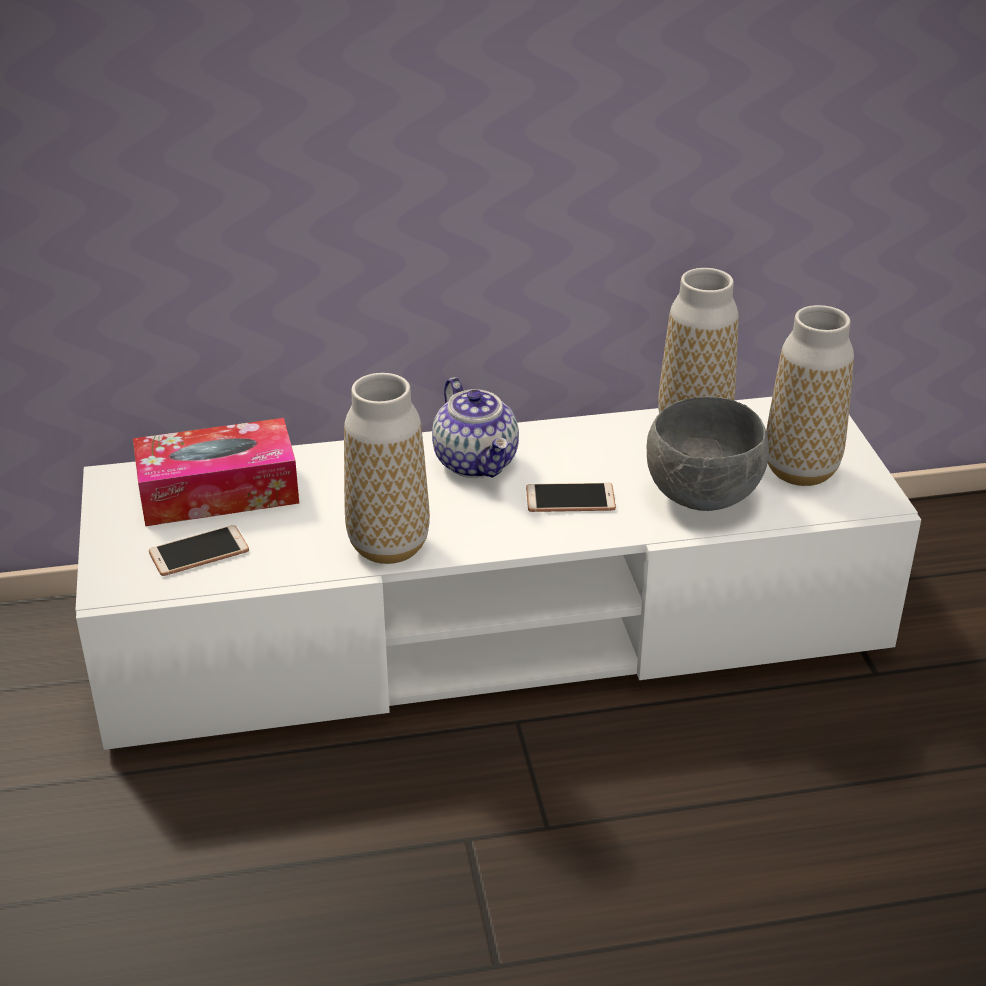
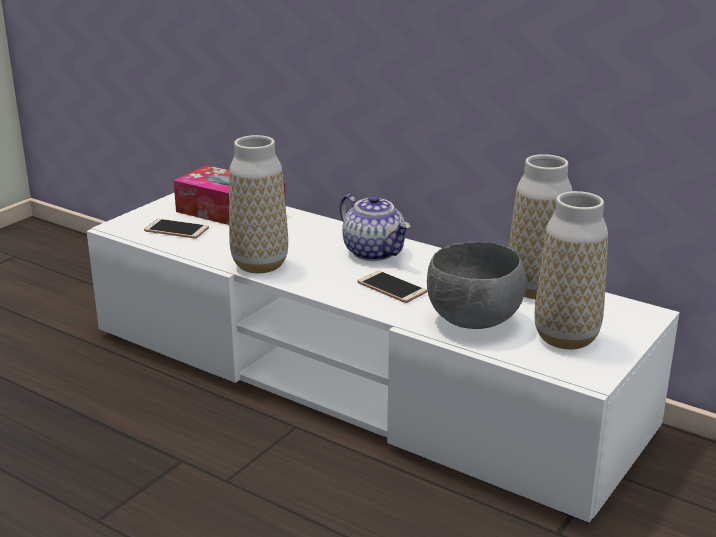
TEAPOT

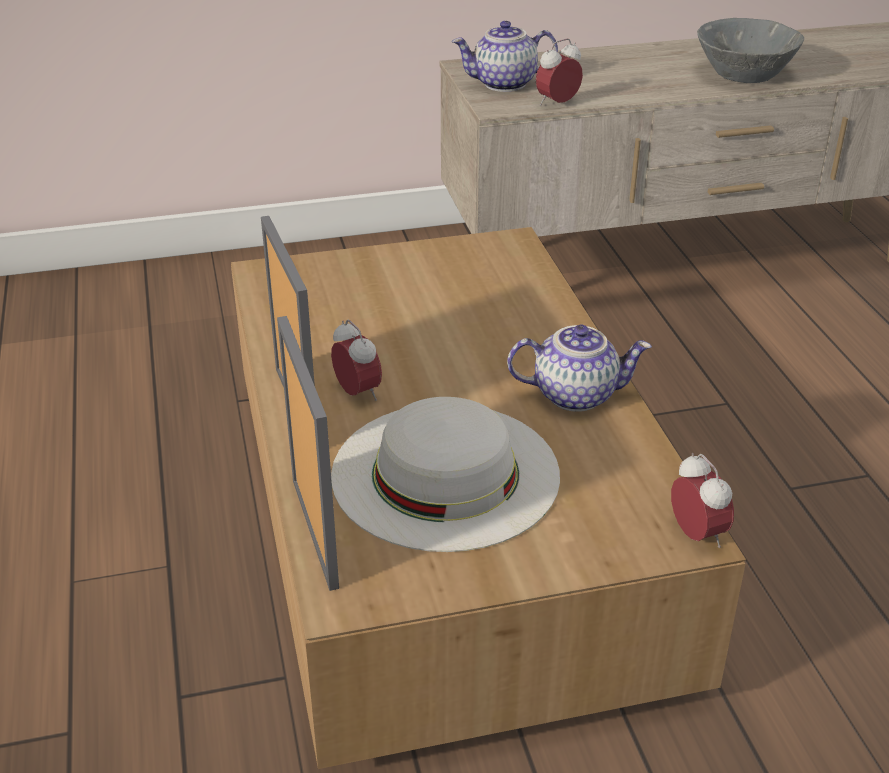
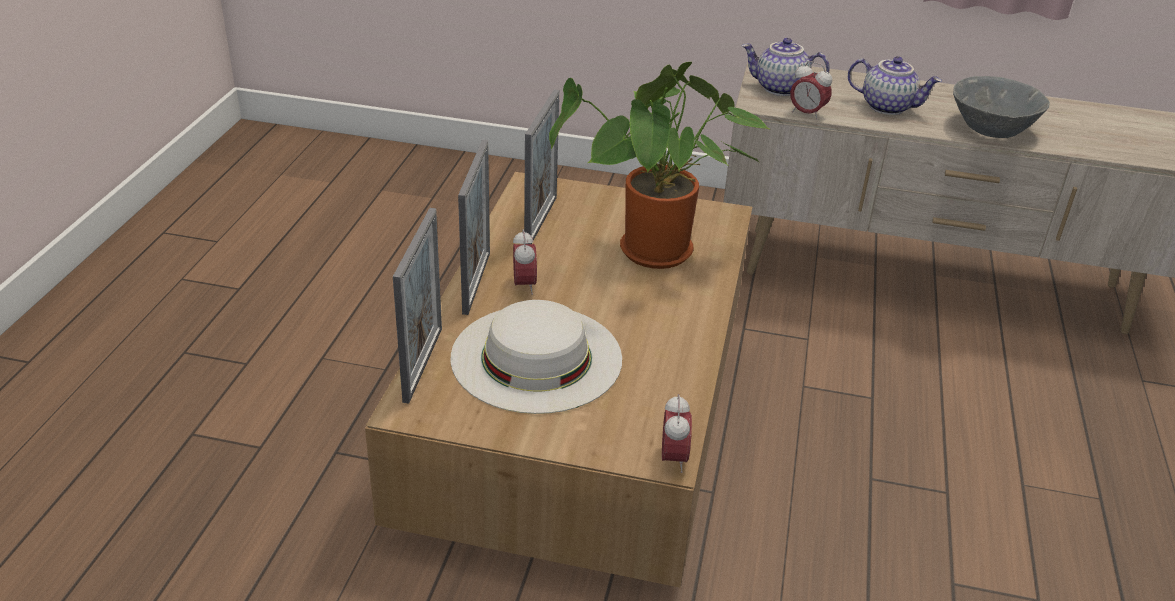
ALARM CLOCK (3rd from left)
TEAPOT (2nd from left)
POTTED PLANT
PICTURE FRAME (3rd from left)

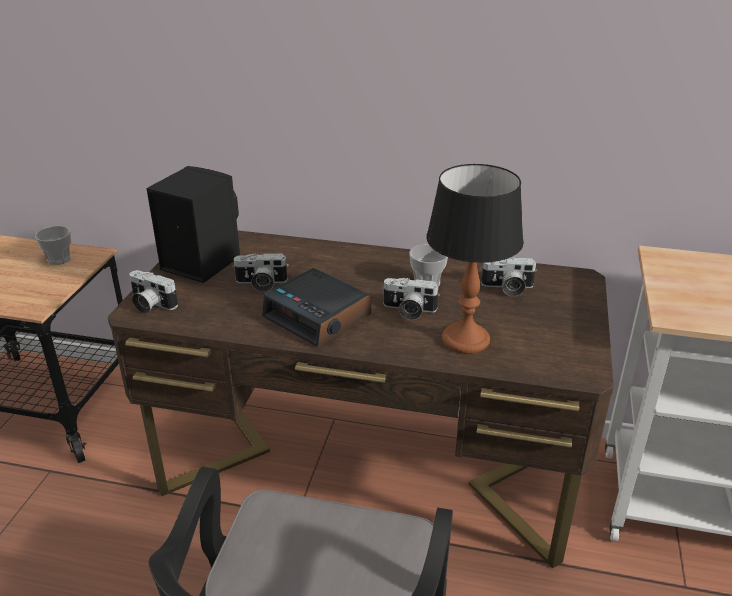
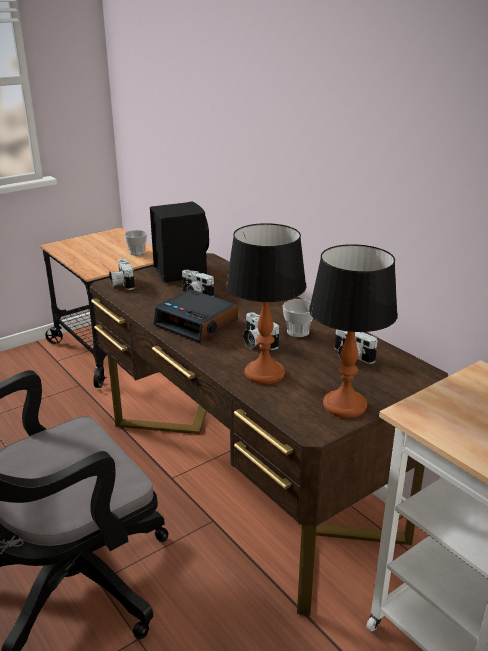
ALARM CLOCK
TABLE LAMP (2nd from left)

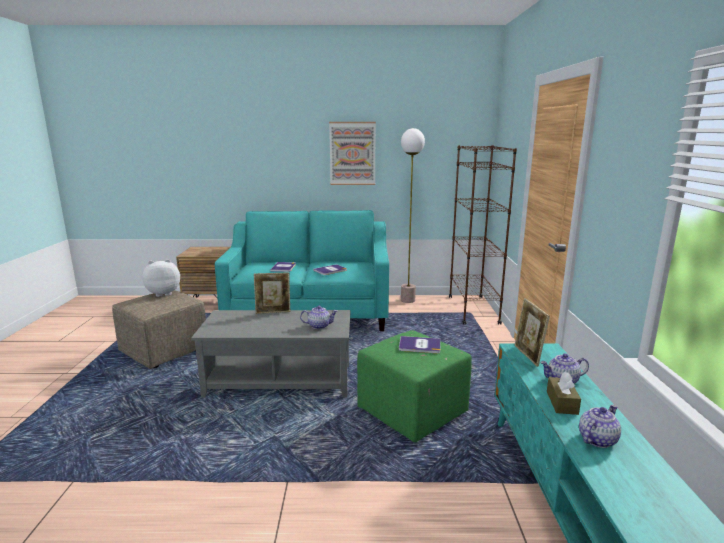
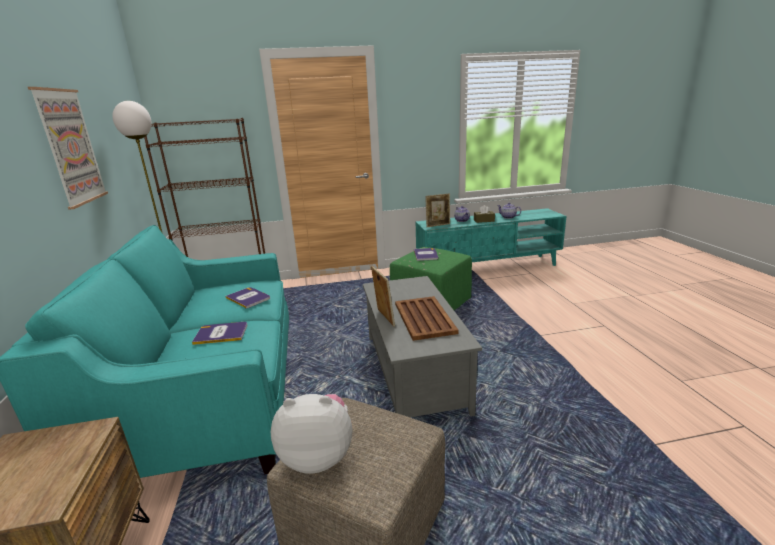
PLUSH TOY
TEAPOT (1st from left in the first image)
BROWN TRAY

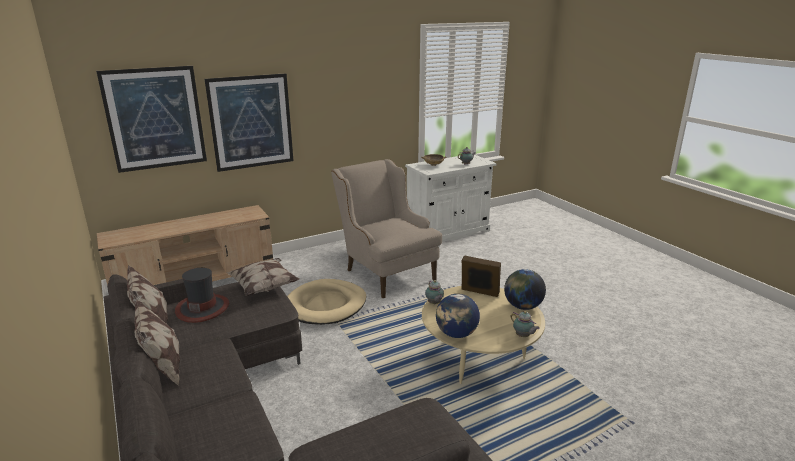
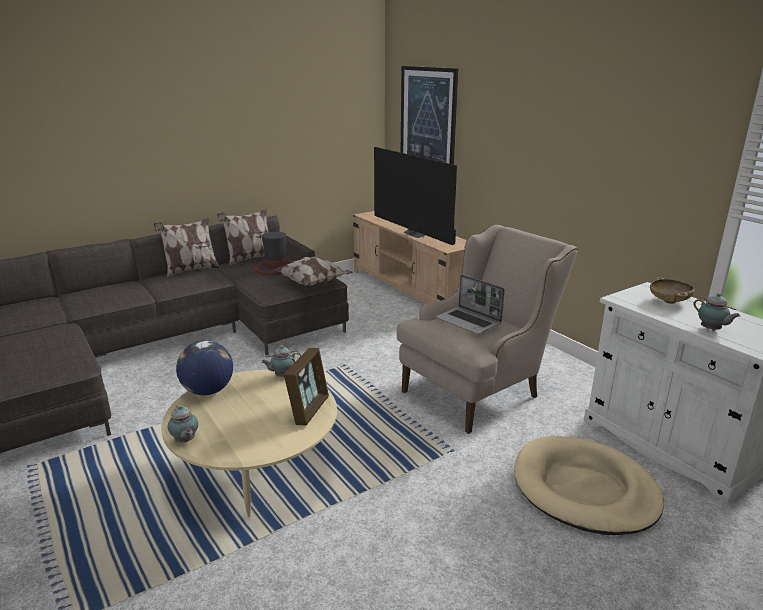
PICTURE (2nd from left in the first image)
GLOBE (2nd from left in the first image)
BEIGE DOG BED
TEAPOT (1st from left)
TELEVISION
LAPTOP

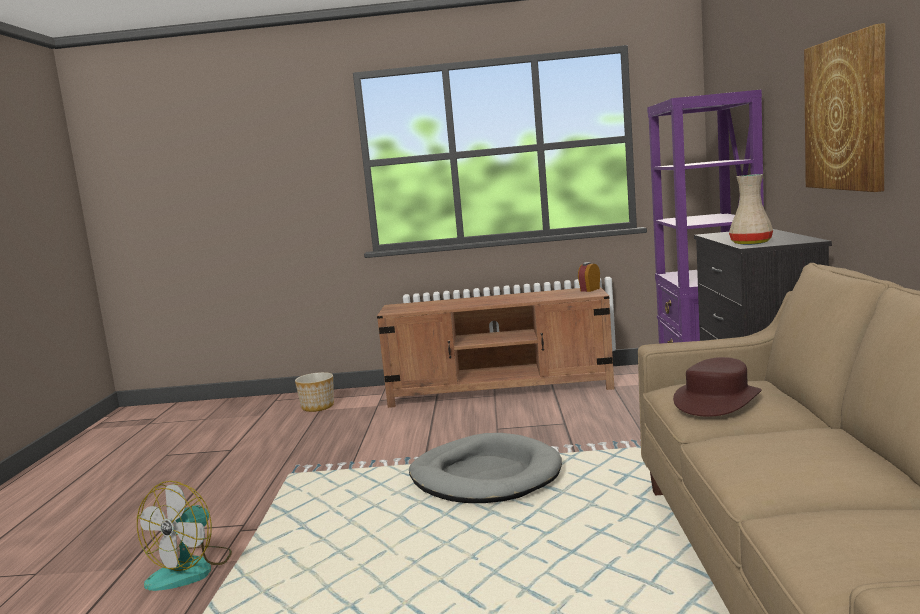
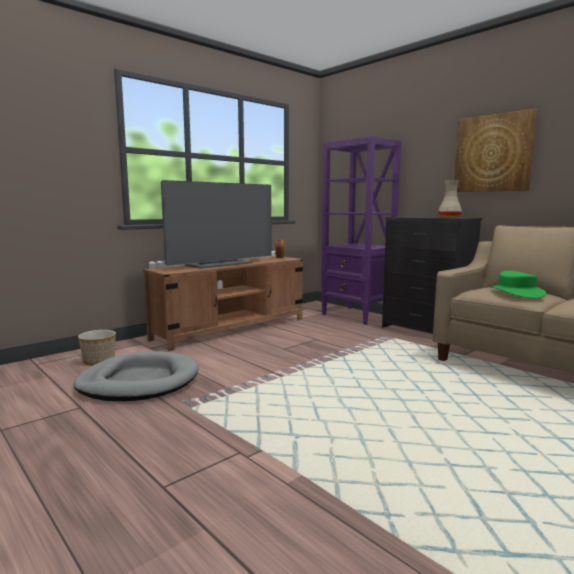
GREEN HAT
GREY DOG BED
FAN
TELEVISION

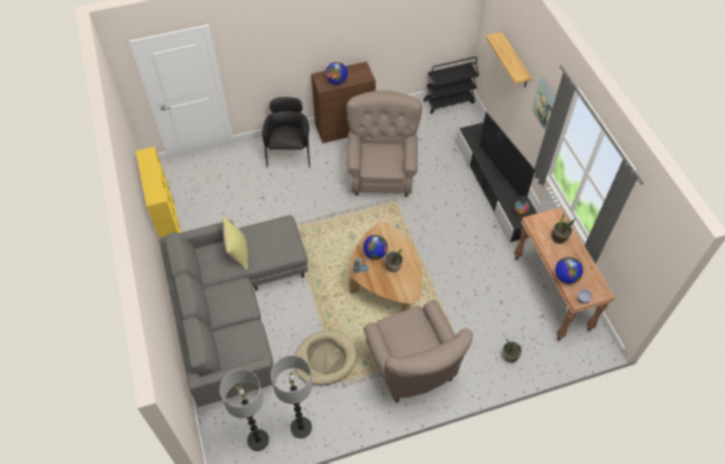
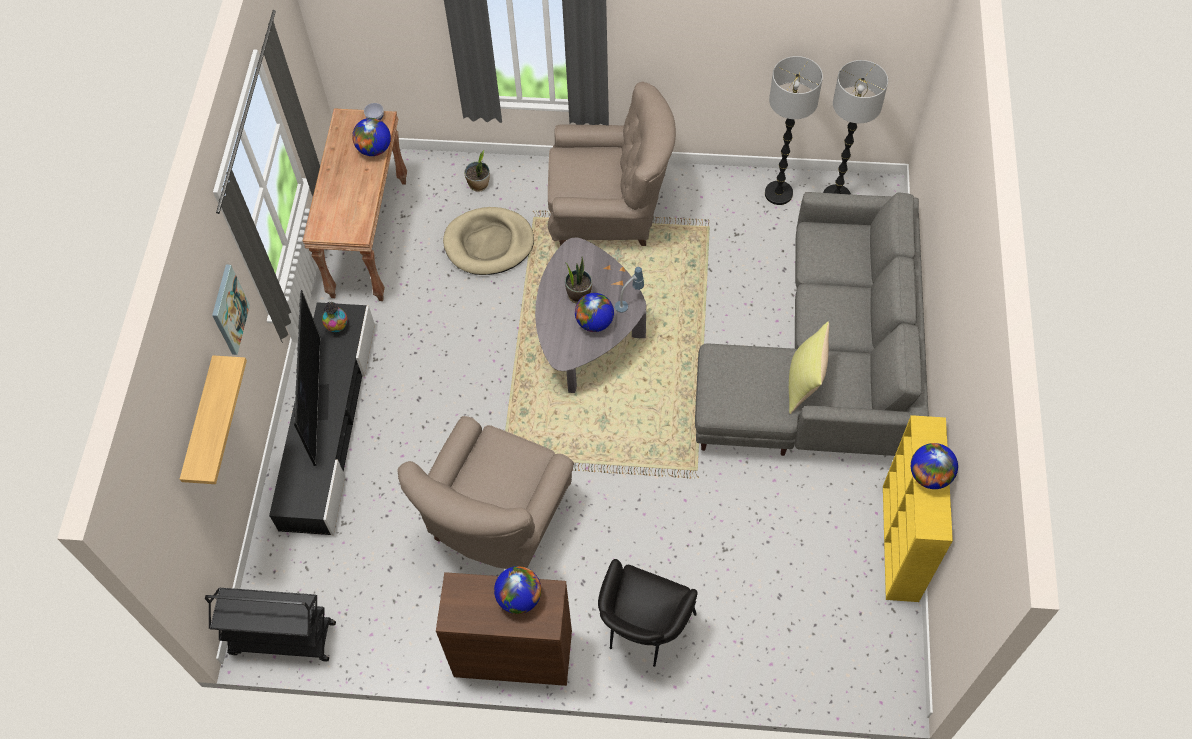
POTTED PLANT (3rd from left in the first image)
GREY COFFEE TABLE
BEIGE ARMCHAIR (2nd from left)
BEIGE DOG BED
GLOBE (4th from left)

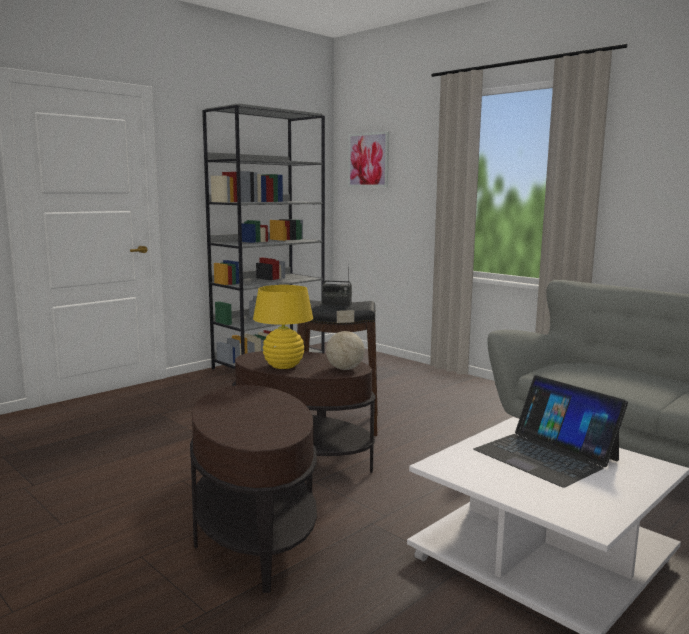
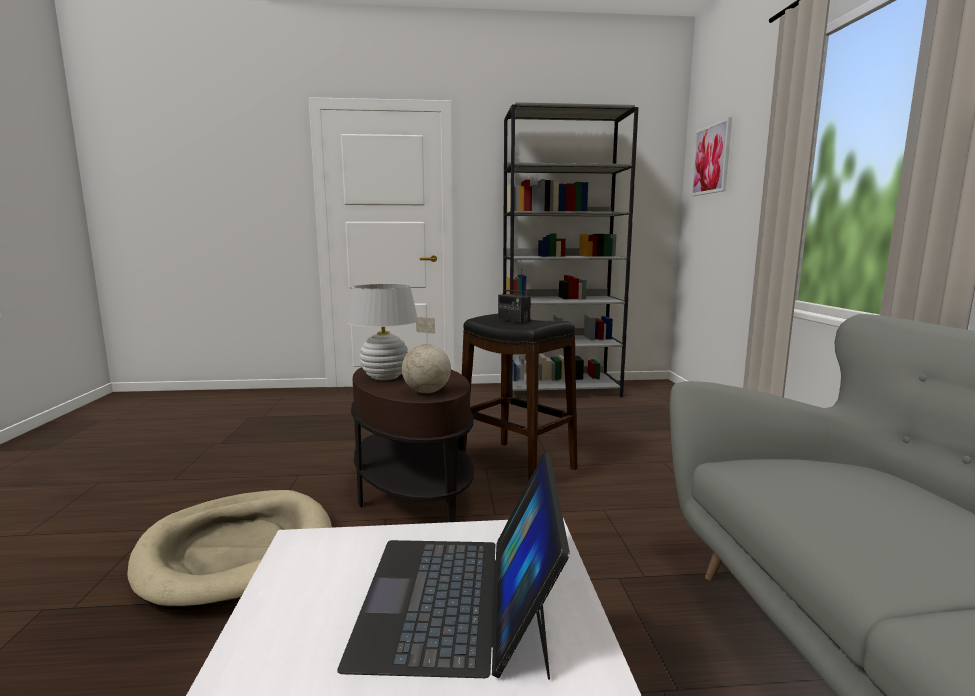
WHITE TABLE LAMP
BEIGE DOG BED

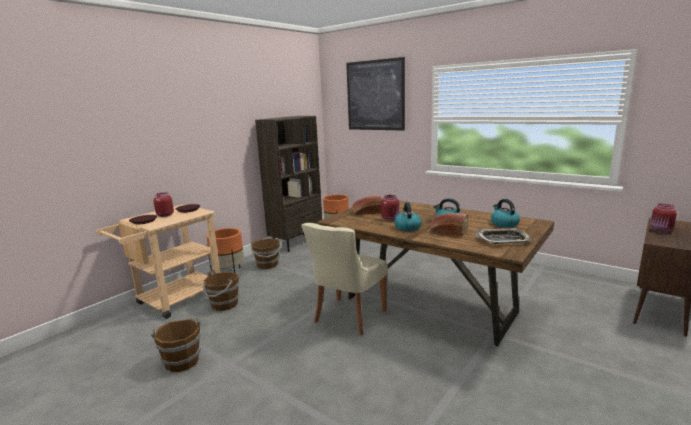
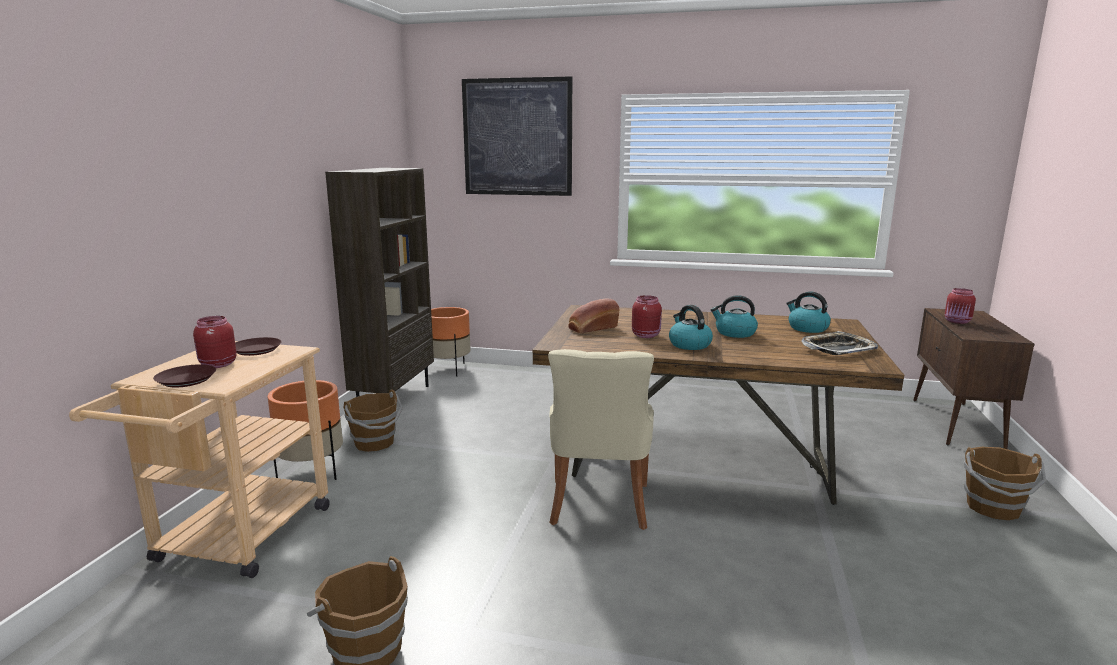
BREAD (2nd from left in the first image)
BROWN BUCKET (3rd from left)

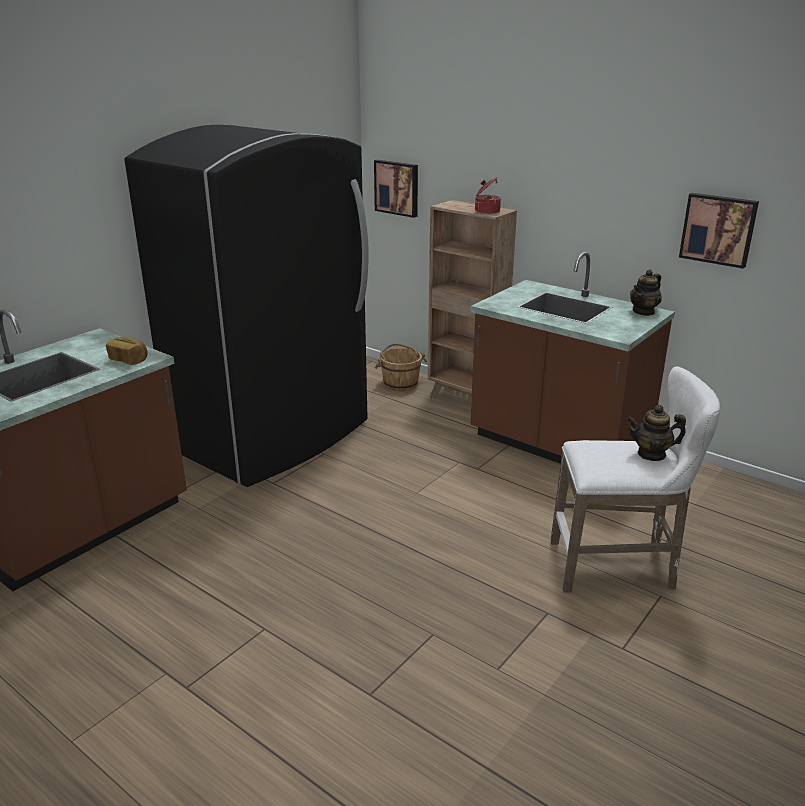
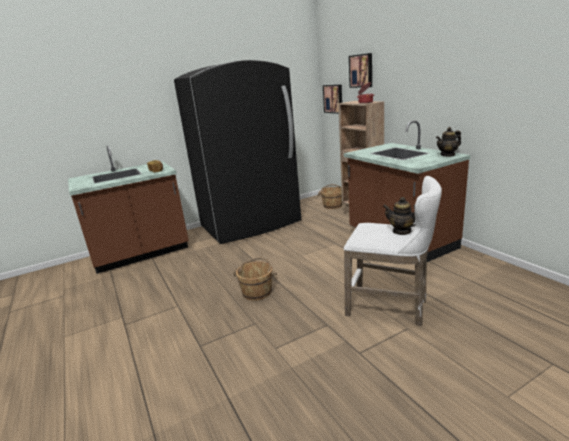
PICTURE (2nd from left)
BROWN BUCKET (1st from left)

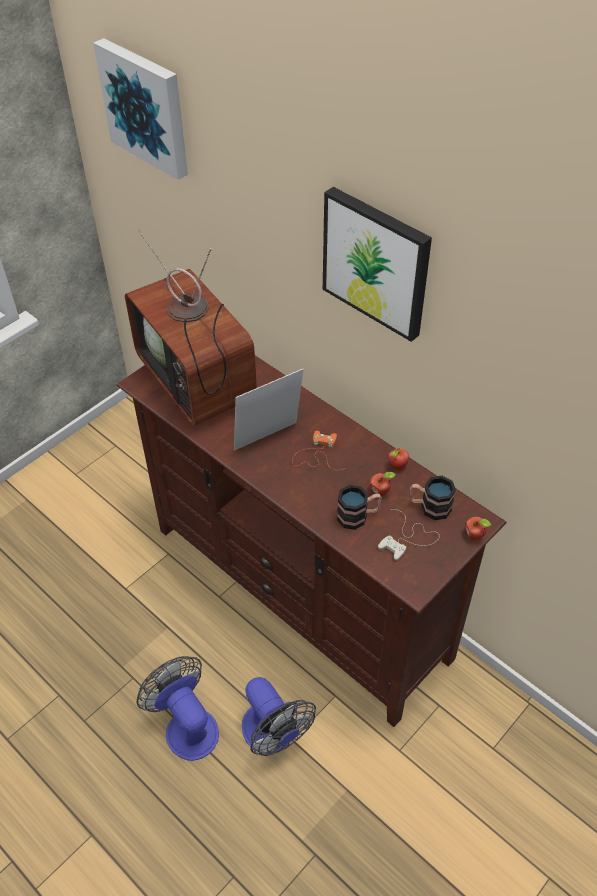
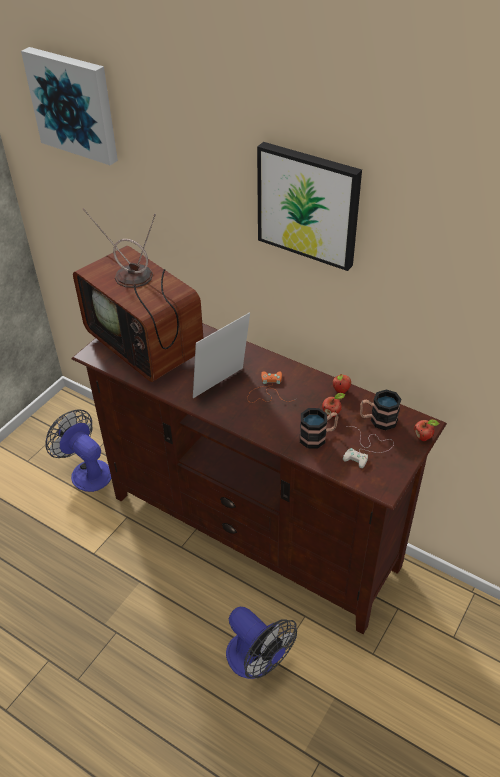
FAN (1st from left)

